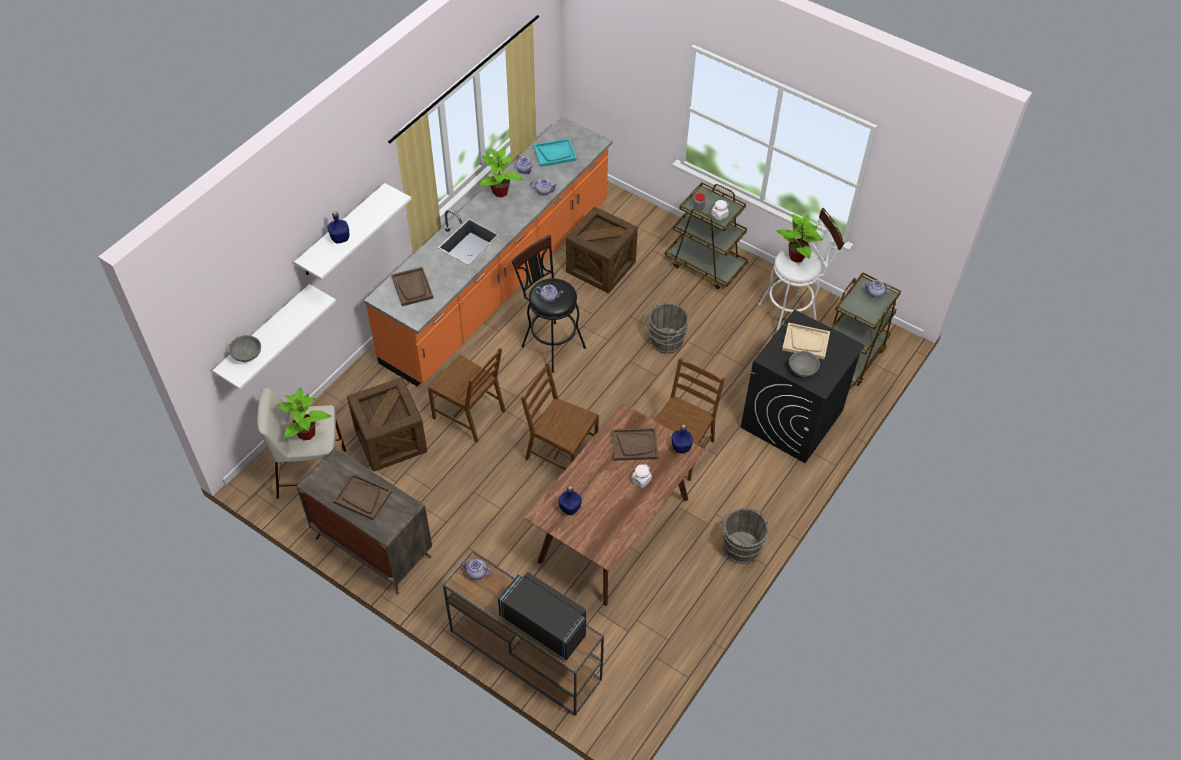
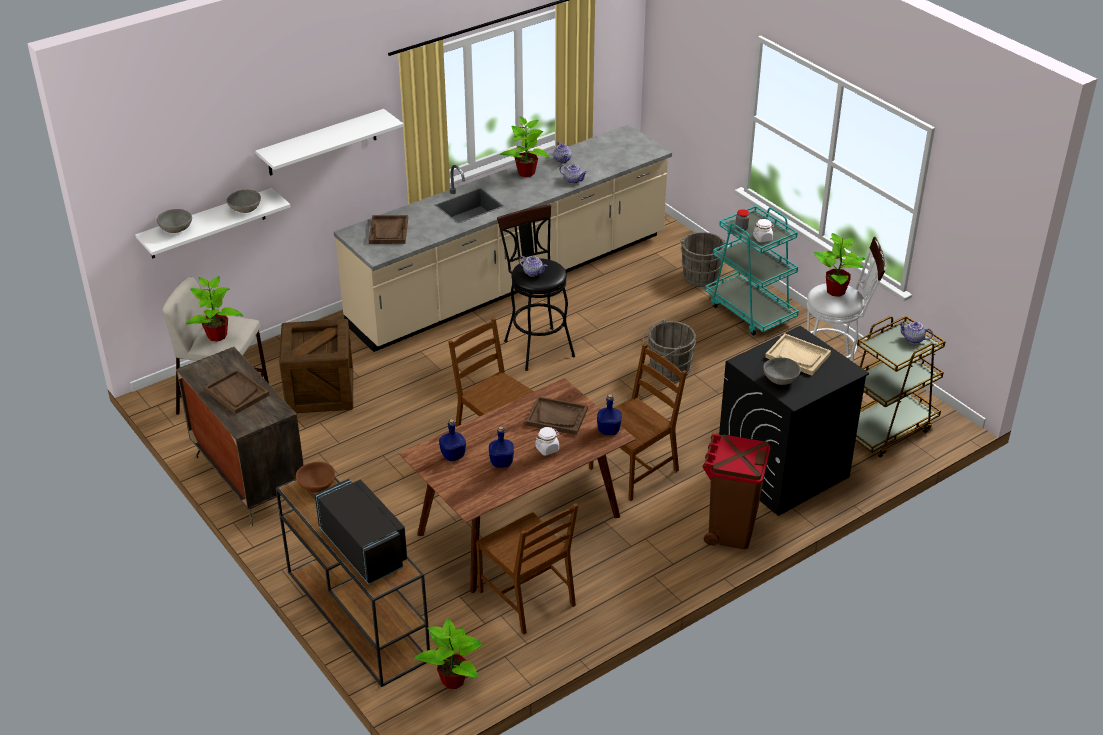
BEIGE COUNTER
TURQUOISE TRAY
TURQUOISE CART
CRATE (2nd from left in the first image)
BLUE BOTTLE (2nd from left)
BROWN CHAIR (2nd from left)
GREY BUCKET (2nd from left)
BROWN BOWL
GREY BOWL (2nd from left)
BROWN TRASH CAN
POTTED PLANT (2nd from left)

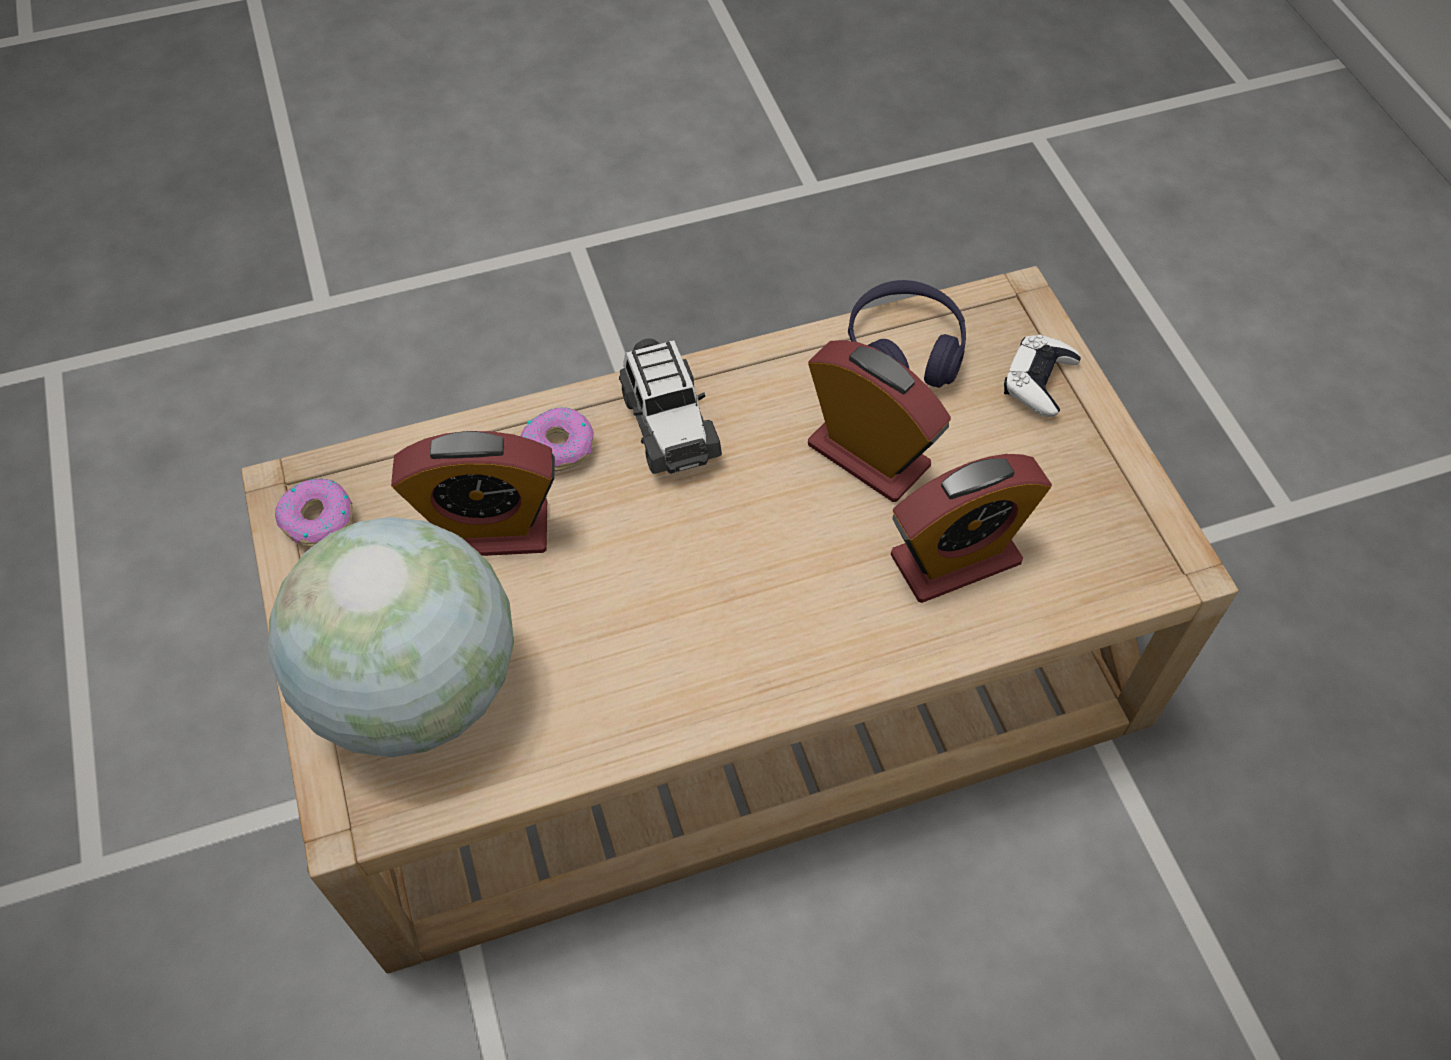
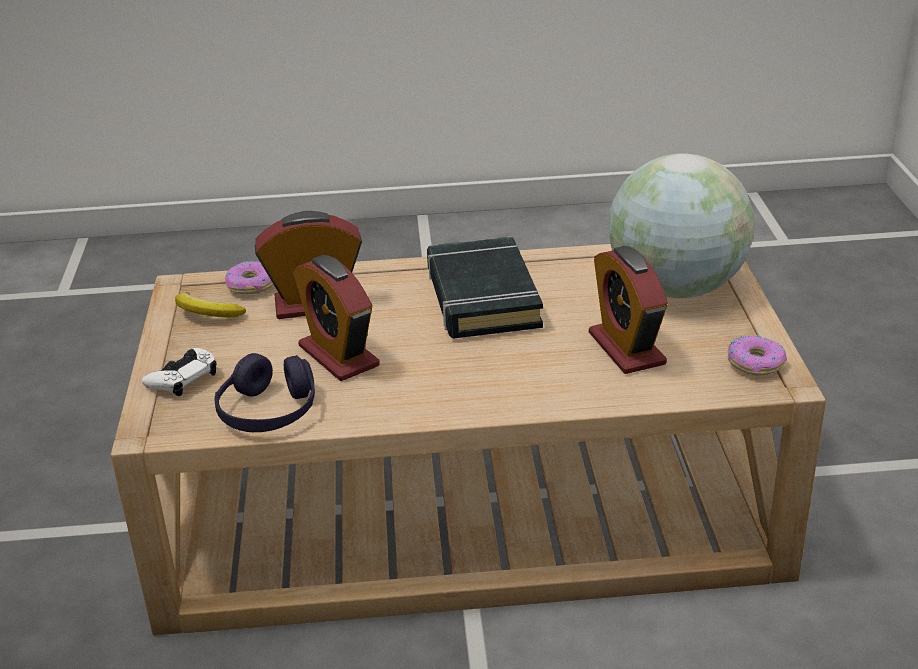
TOY CAR
DONUT (1st from left)
ALARM CLOCK (3rd from left)
BLACK BOOK
BANANA

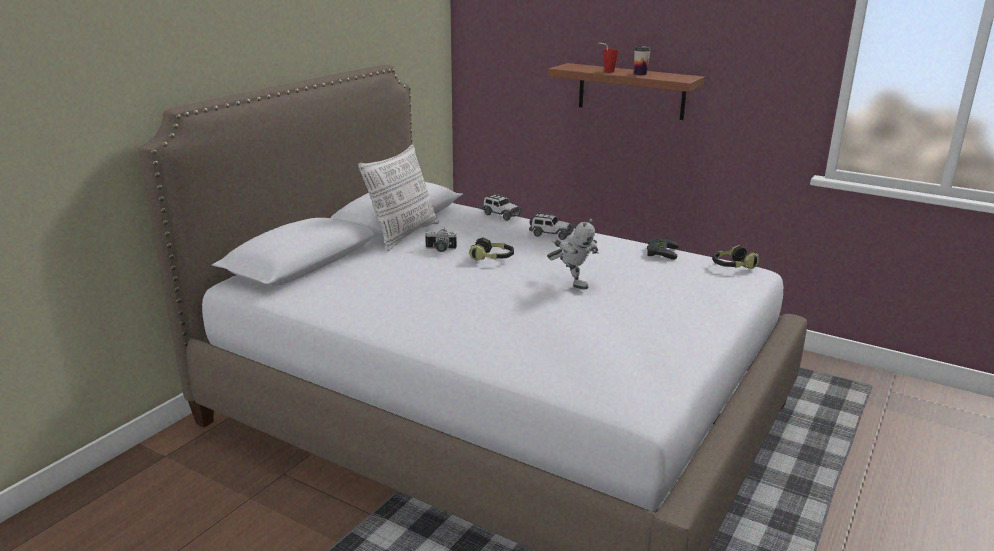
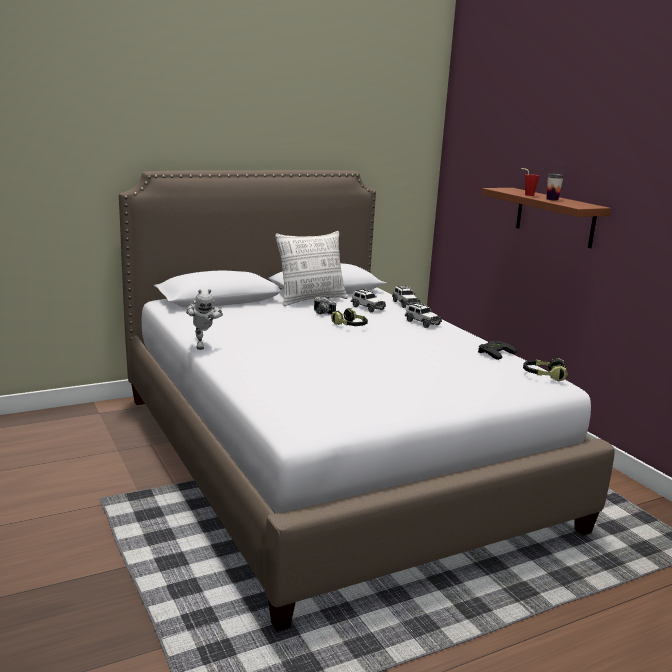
TOY ROBOT
TOY CAR (1st from left)

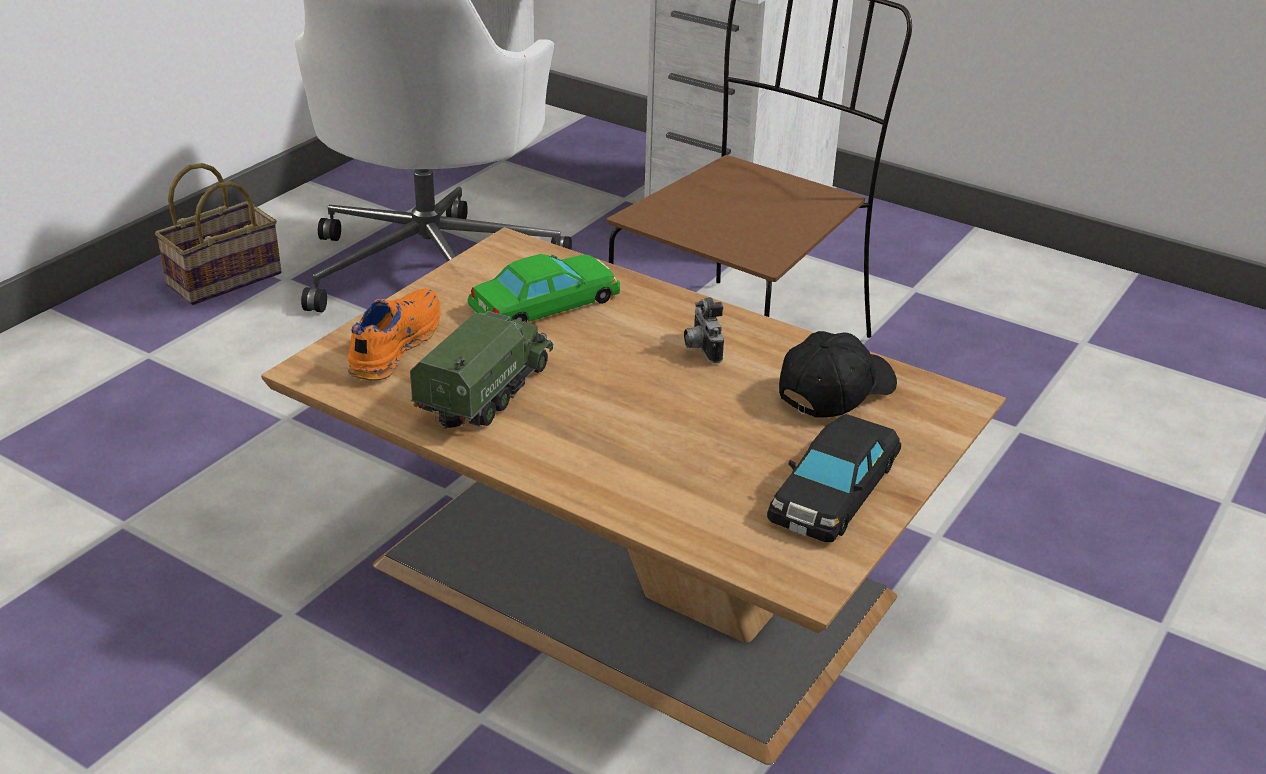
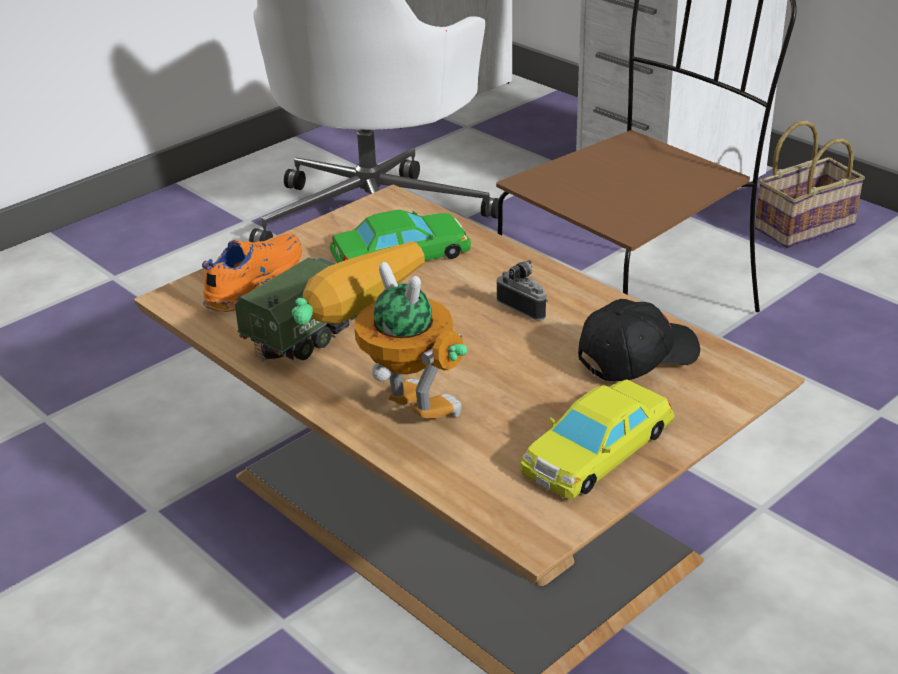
BASKET
PHOTO CAMERA
YELLOW TOY CAR
TOY ROBOT

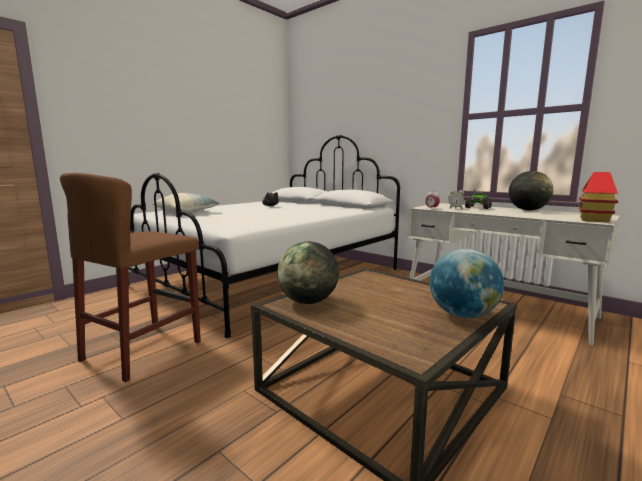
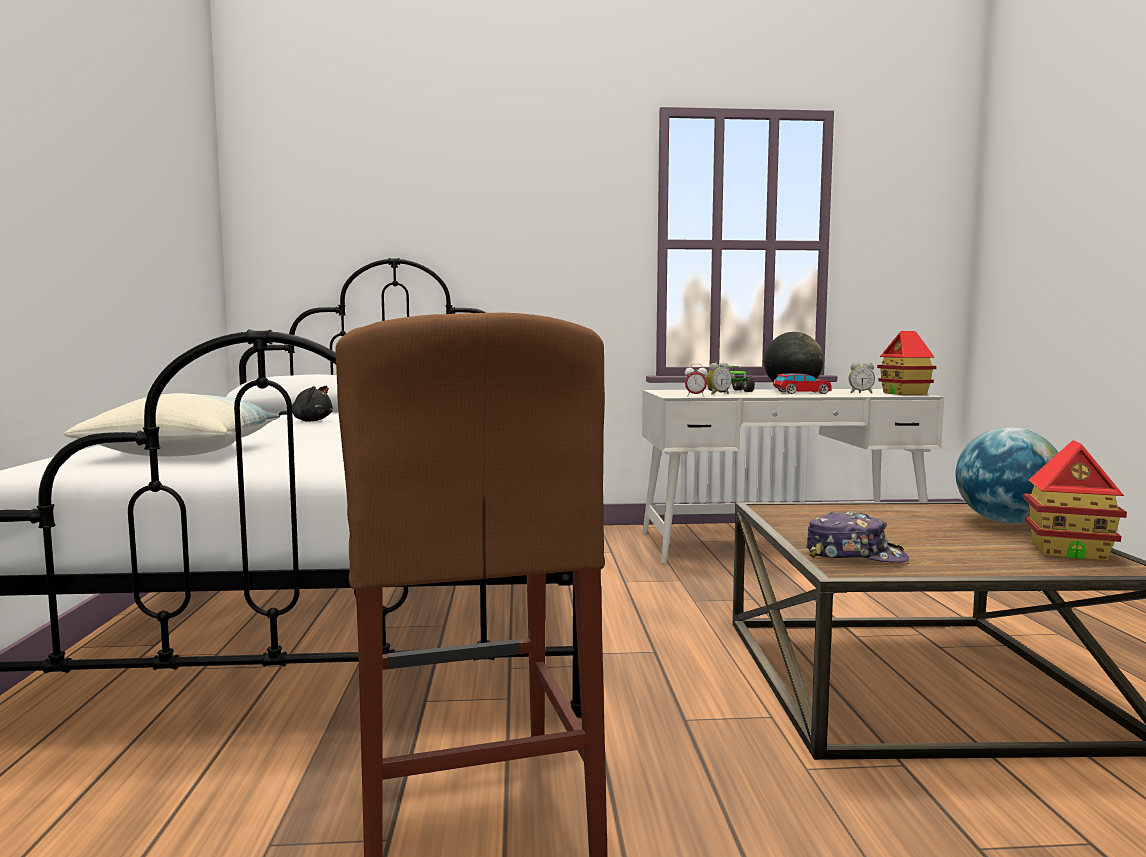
CAP
ALARM CLOCK (3rd from left)
TOY CAR
TOY HOUSE (2nd from left)

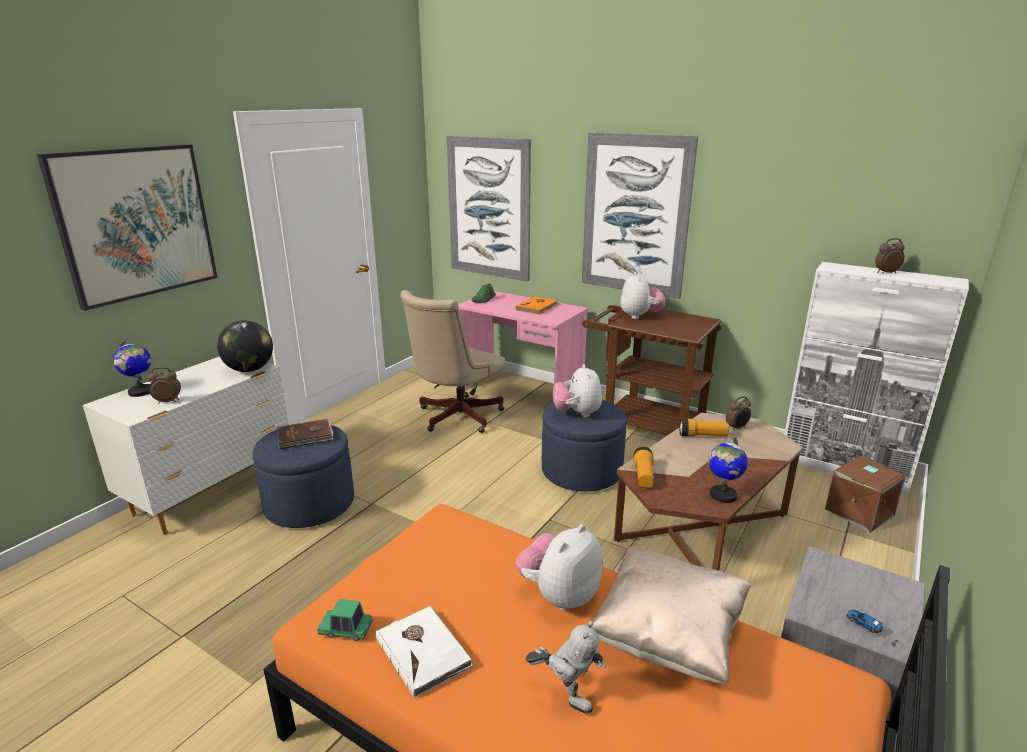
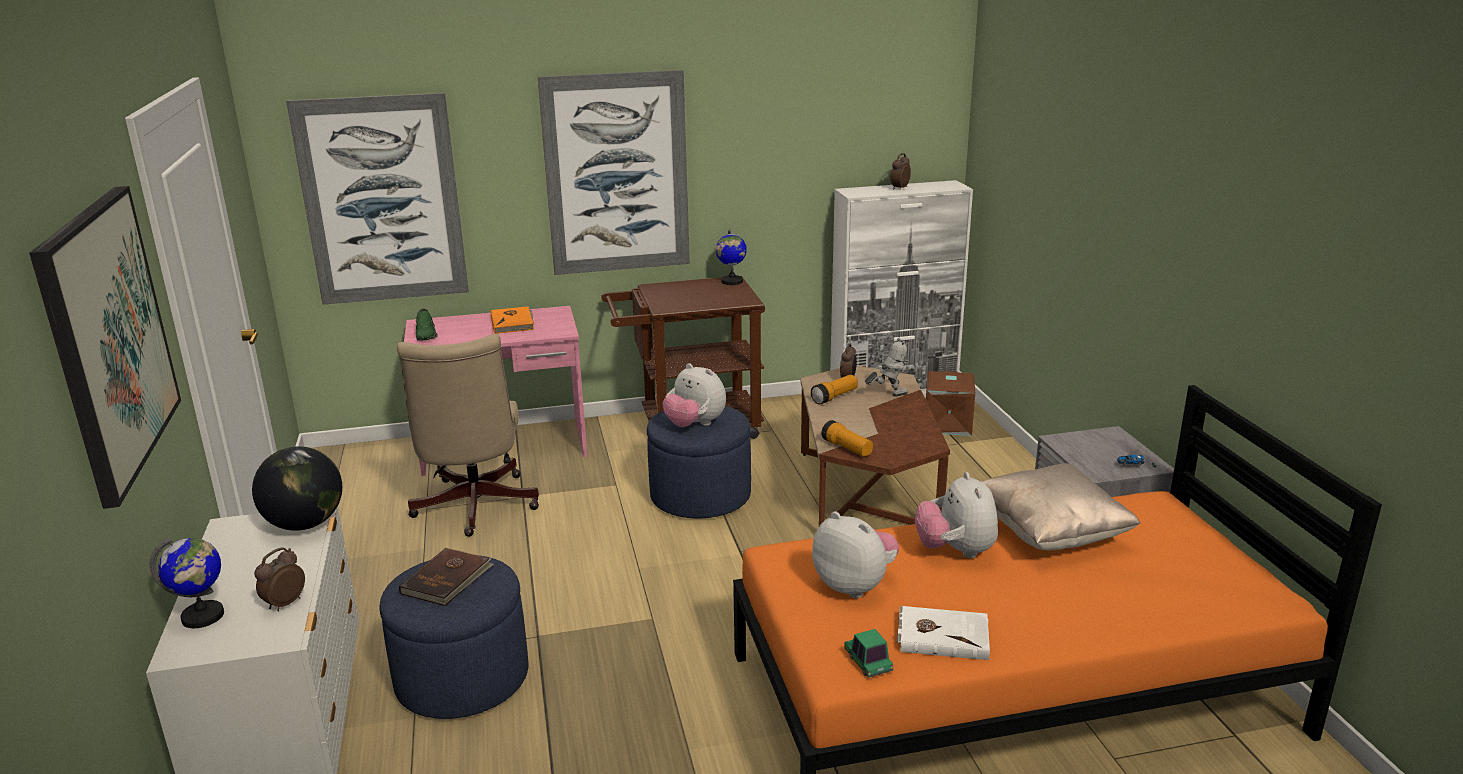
PLUSH TOY (2nd from left)
GLOBE (3rd from left)
TOY CAR (1st from left)
TOY ROBOT

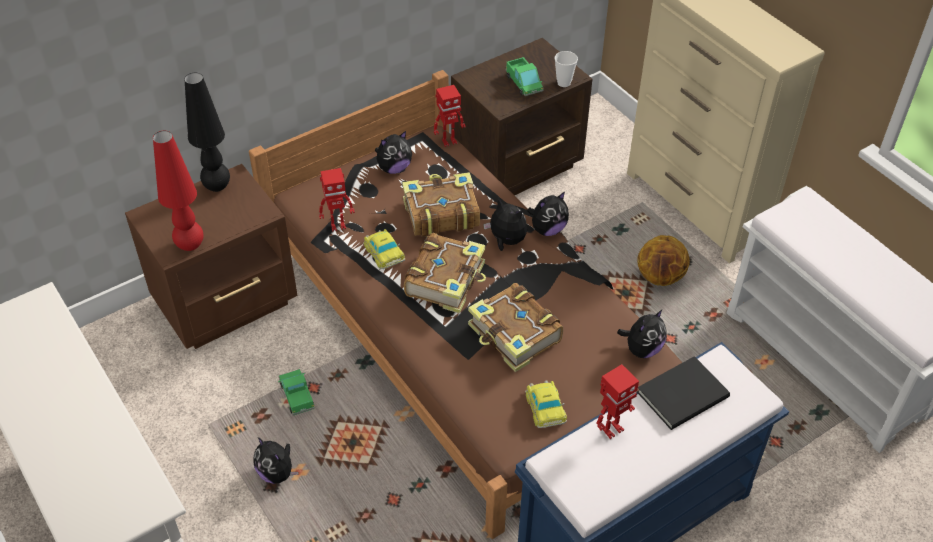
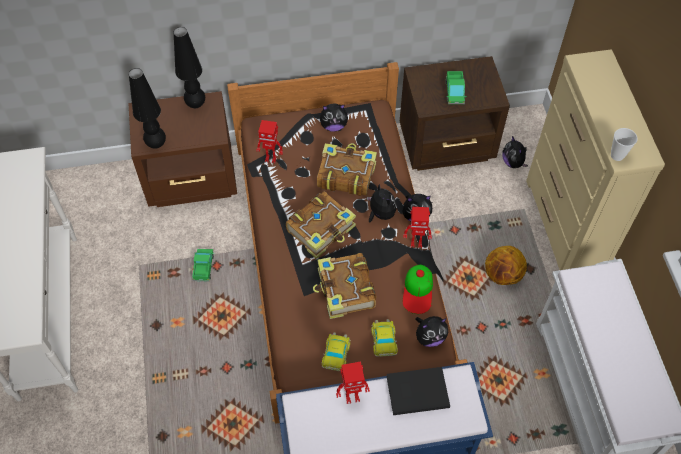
CUP
TOY ROBOT (3rd from left)
BLACK TABLE LAMP (1st from left)
TOY CAR (2nd from left)
PLUSH TOY (5th from left)
CAP

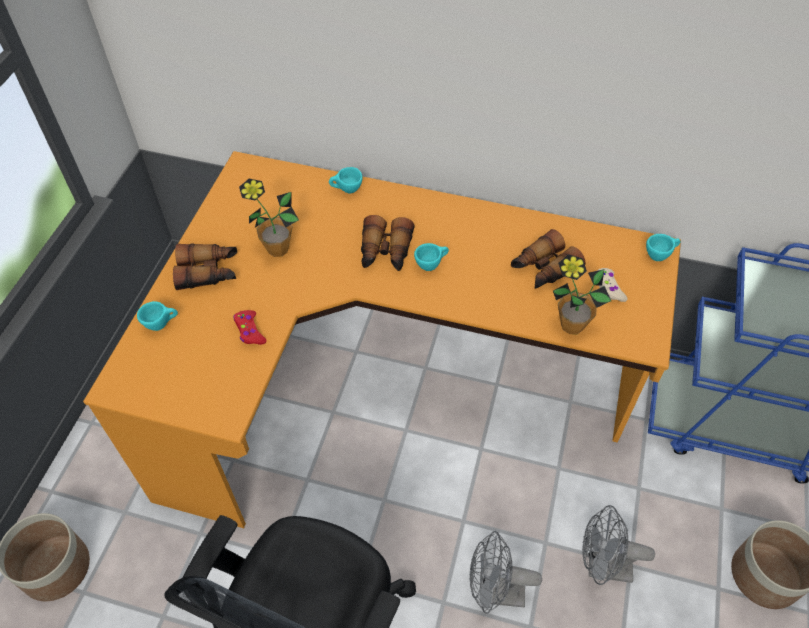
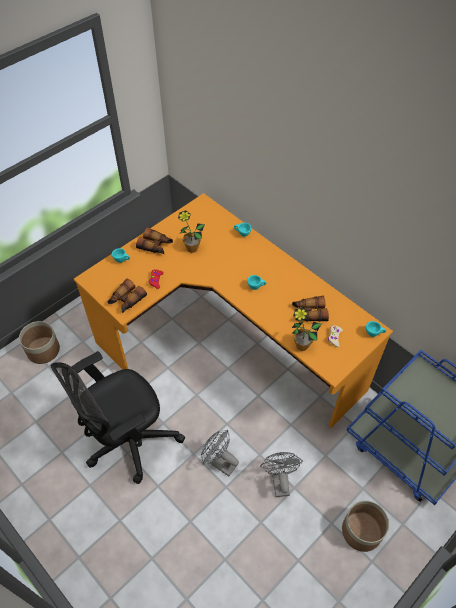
BINOCULARS (1st from left)
GREY FAN (2nd from left)

